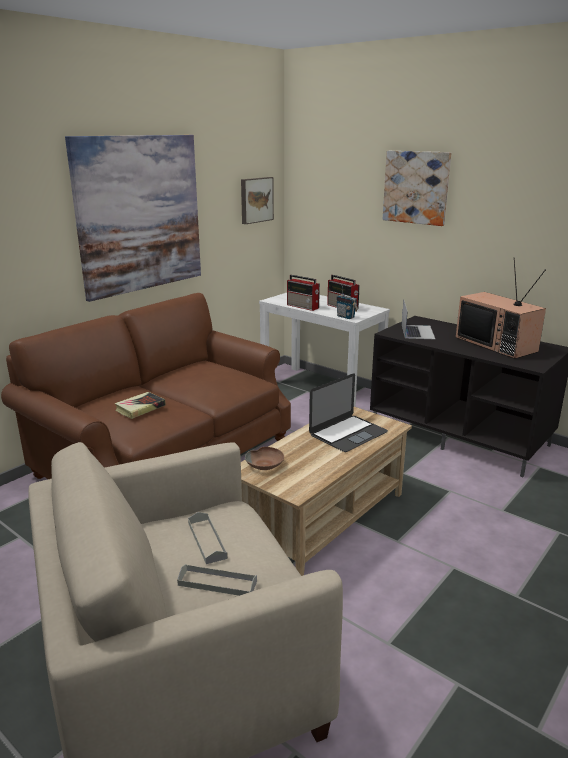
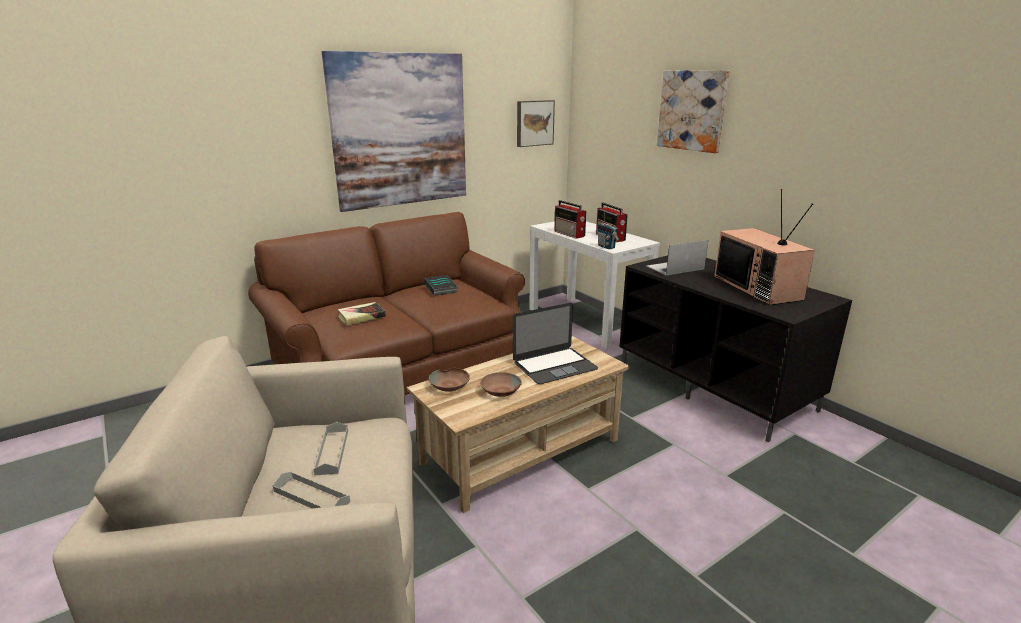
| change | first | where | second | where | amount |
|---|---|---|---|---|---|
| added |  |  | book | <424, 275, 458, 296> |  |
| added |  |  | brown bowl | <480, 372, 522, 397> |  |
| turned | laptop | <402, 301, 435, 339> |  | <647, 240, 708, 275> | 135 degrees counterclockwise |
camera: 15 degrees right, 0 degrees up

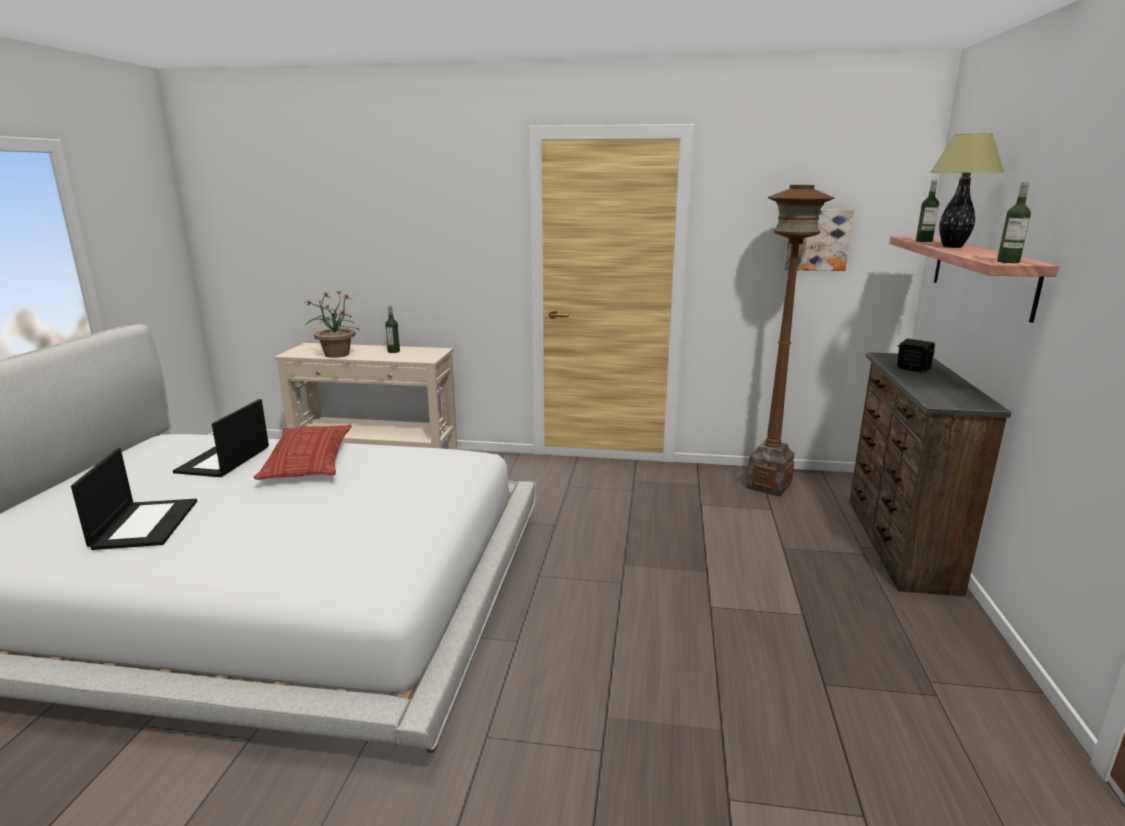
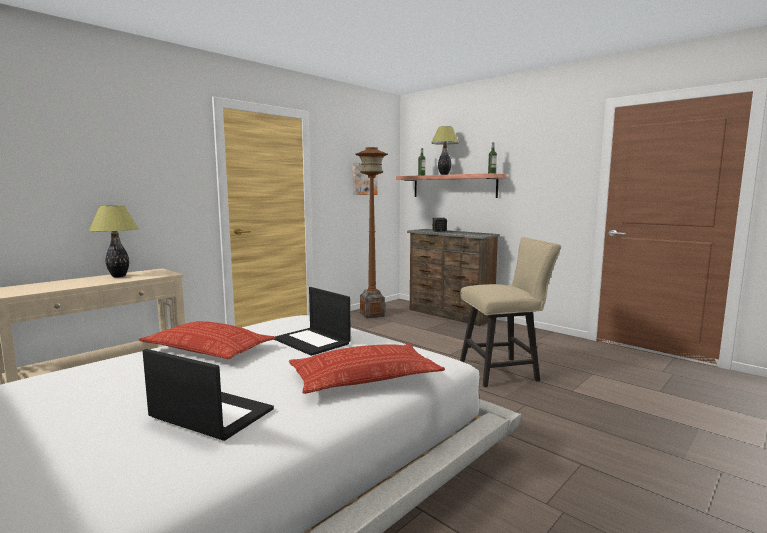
| change | first | where | second | where | amount |
|---|---|---|---|---|---|
| replaced | bottle | <385, 306, 400, 353> | table lamp | <89, 205, 139, 278> |  |
| moved | laptop | <173, 399, 269, 477> |  | <274, 287, 351, 356> |  |
| added |  |  | pillow | <289, 344, 445, 394> |  |
| added |  |  | beige chair | <460, 237, 561, 387> |  |
| removed | potted plant | <304, 291, 359, 358> |  |  |  |
camera: 55 degrees left, 10 degrees down

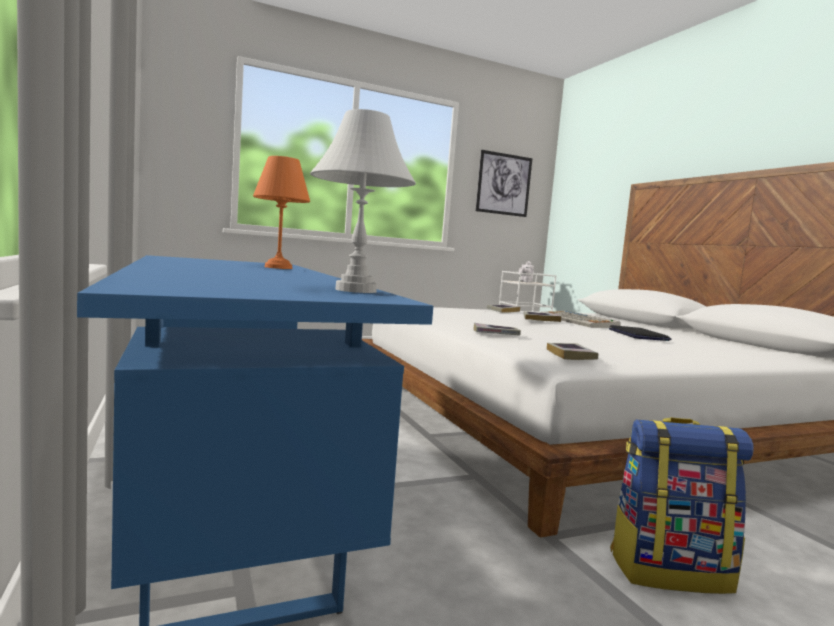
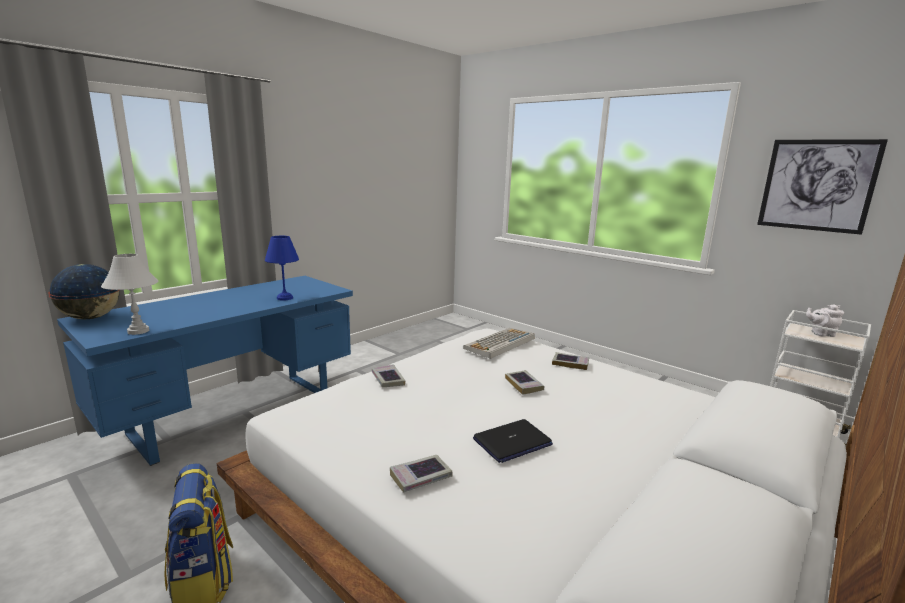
| change | first | where | second | where | amount |
|---|---|---|---|---|---|
| added |  |  | globe | <48, 264, 120, 319> |  |
| recoloured | orange table lamp | <253, 156, 310, 269> | blue table lamp | <265, 236, 299, 301> |  |
| moved | book | <547, 343, 599, 360> |  | <390, 455, 453, 493> |  |
| moved | keyboard | <540, 311, 621, 328> |  | <463, 328, 535, 359> |  |
camera: 65 degrees right, 10 degrees up

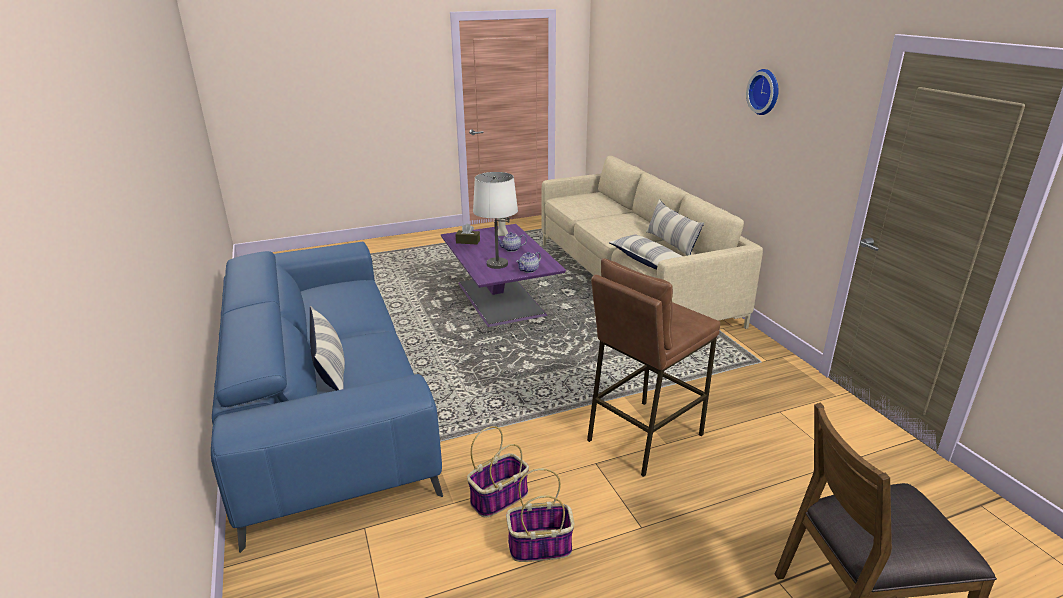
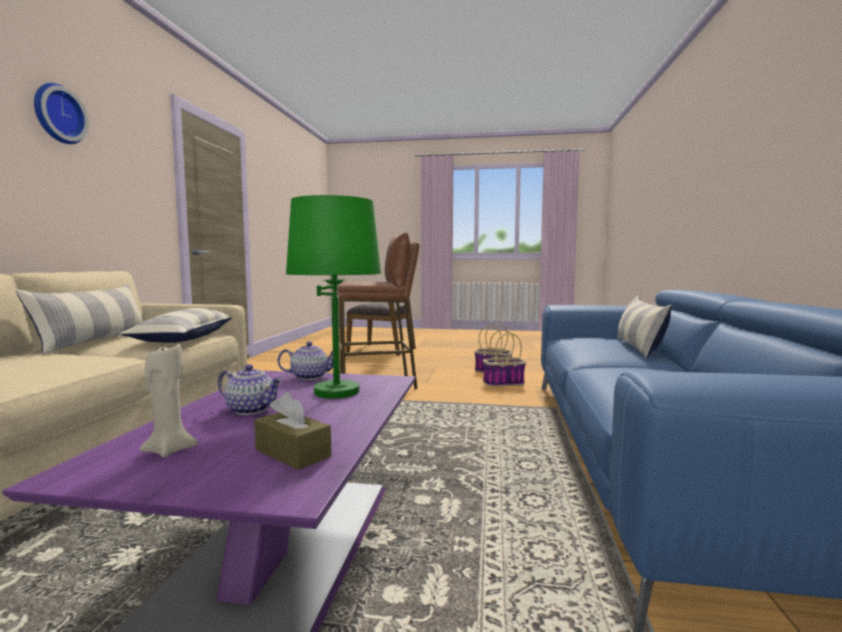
| change | first | where | second | where | amount |
|---|---|---|---|---|---|
| recoloured | white table lamp | <473, 172, 518, 269> | green table lamp | <286, 195, 381, 399> |  |
camera: 150 degrees left, 20 degrees down

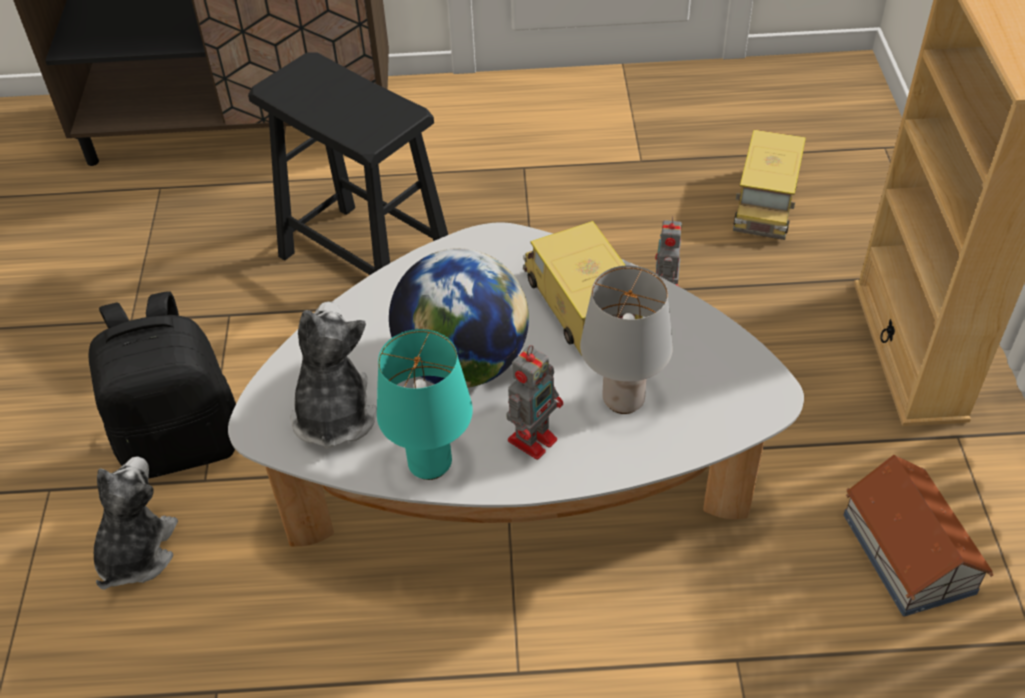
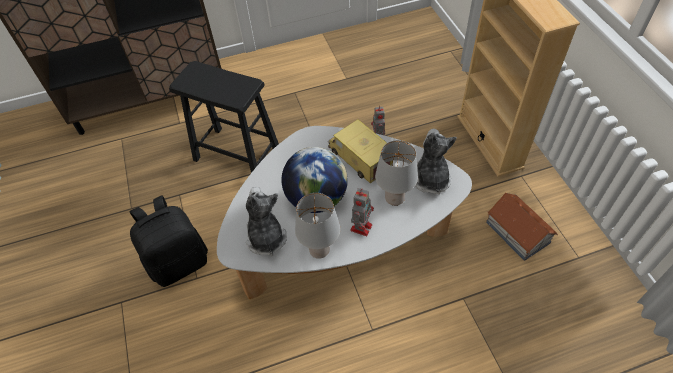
| change | first | where | second | where | amount |
|---|---|---|---|---|---|
| recoloured | turquoise table lamp | <377, 329, 473, 480> | grey table lamp | <295, 193, 340, 259> |  |
| moved | plush toy | <94, 457, 178, 590> |  | <415, 129, 457, 195> |  |
| removed | toy truck | <733, 130, 806, 240> |  |  |  |
camera: 15 degrees left, 5 degrees up

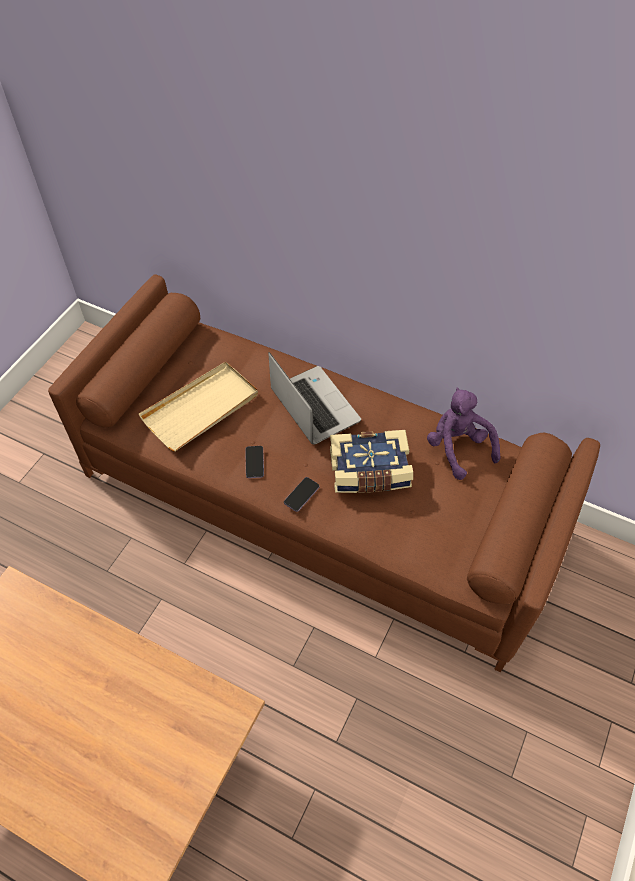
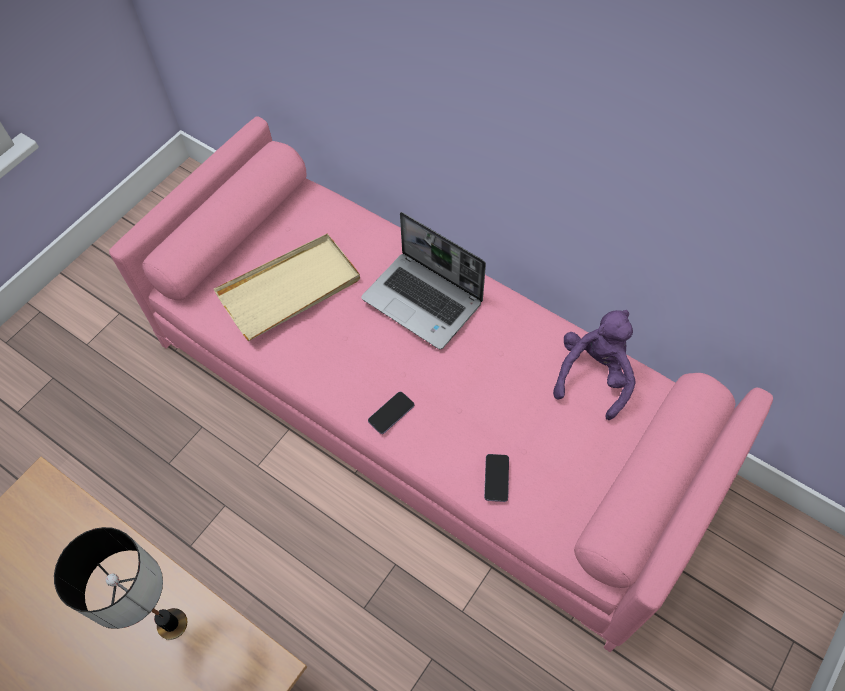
| change | first | where | second | where | amount |
|---|---|---|---|---|---|
| added |  |  | table lamp | <54, 527, 187, 640> |  |
| recoloured | brown sofa | <48, 274, 600, 672> | pink sofa | <109, 116, 773, 652> |  |
| turned | laptop | <268, 352, 361, 445> |  | <361, 212, 486, 350> | 150 degrees clockwise |
| moved | phone | <245, 446, 264, 478> |  | <484, 454, 509, 502> |  |
| turned | purple plush toy | <427, 388, 500, 480> |  | <553, 310, 635, 420> | 45 degrees clockwise |
| removed | book | <330, 430, 413, 493> |  |  |  |
camera: 10 degrees right, 5 degrees up

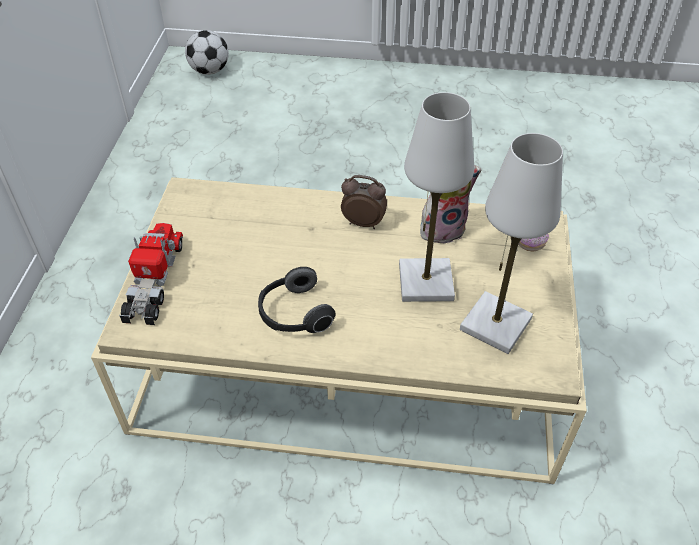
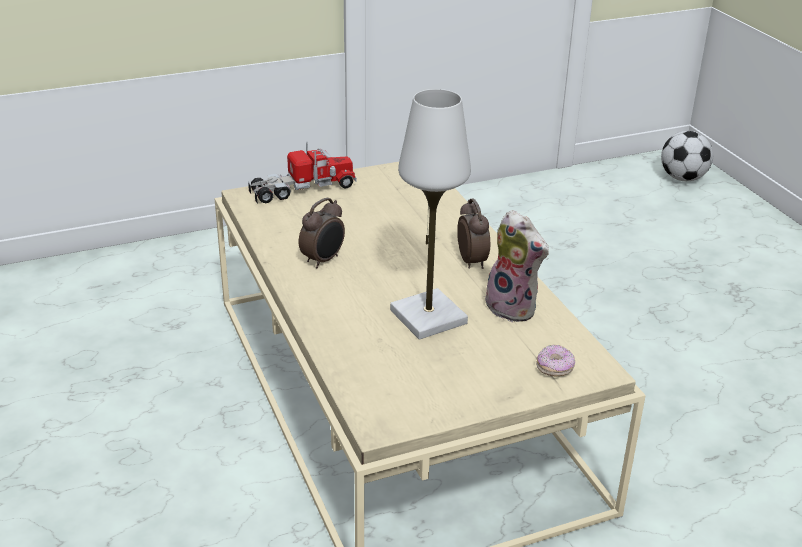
| change | first | where | second | where | amount |
|---|---|---|---|---|---|
| replaced | headphones | <258, 267, 335, 333> | alarm clock | <299, 198, 345, 268> |  |
| removed | white table lamp | <460, 133, 563, 354> |  |  |  |
camera: 60 degrees right, 15 degrees down

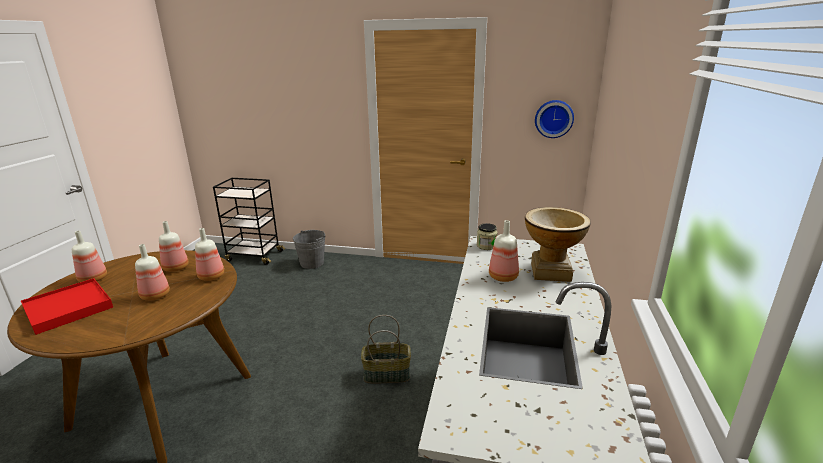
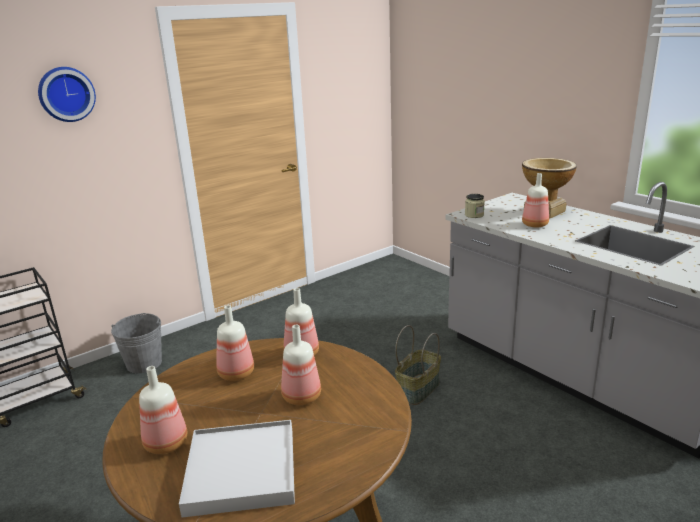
| change | first | where | second | where | amount |
|---|---|---|---|---|---|
| moved | wall clock | <535, 100, 574, 138> |  | <38, 67, 96, 122> |  |
| recoloured | red tray | <21, 278, 113, 335> | white tray | <179, 420, 295, 517> |  |
camera: 50 degrees left, 0 degrees up

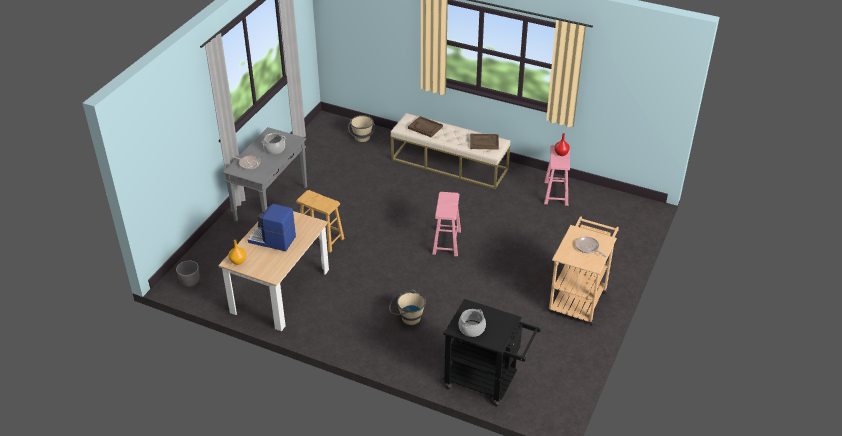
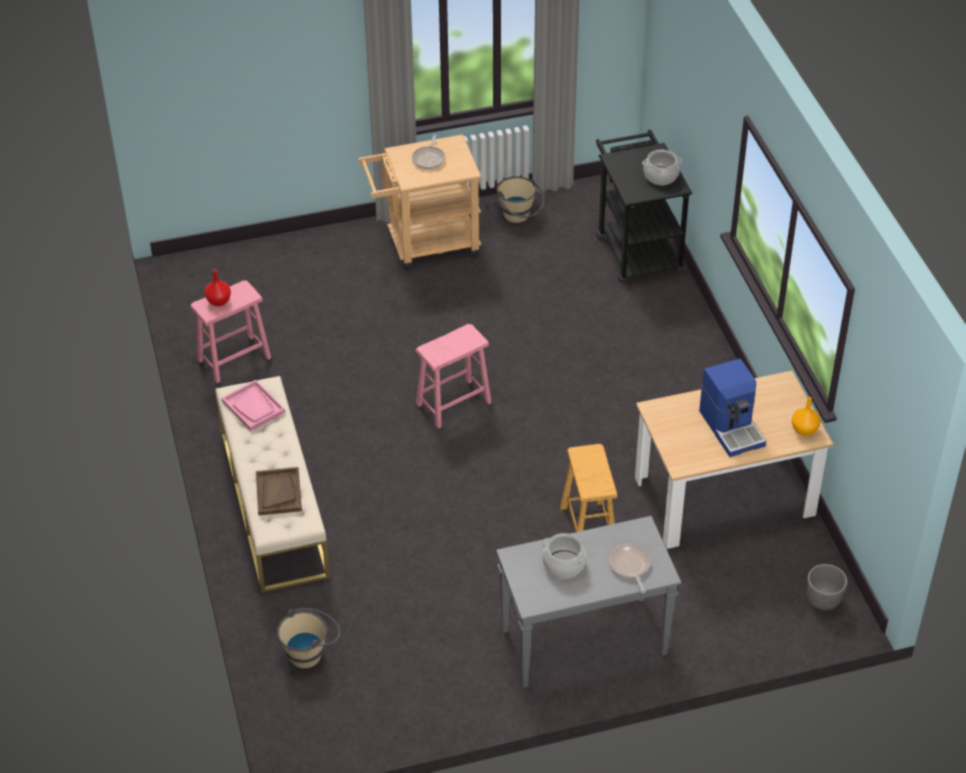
| change | first | where | second | where | amount |
|---|---|---|---|---|---|
| recoloured | brown tray | <470, 134, 499, 150> | pink tray | <221, 380, 285, 431> |  |
| moved | beige bucket | <389, 289, 426, 325> |  | <497, 176, 545, 223> |  |
camera: 130 degrees left, 5 degrees up

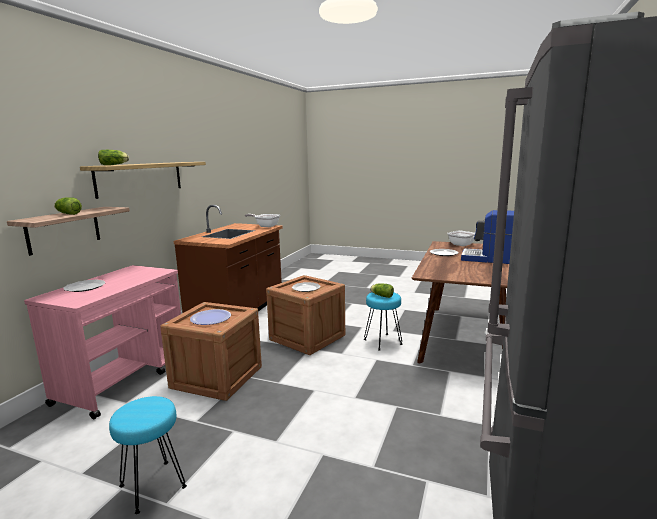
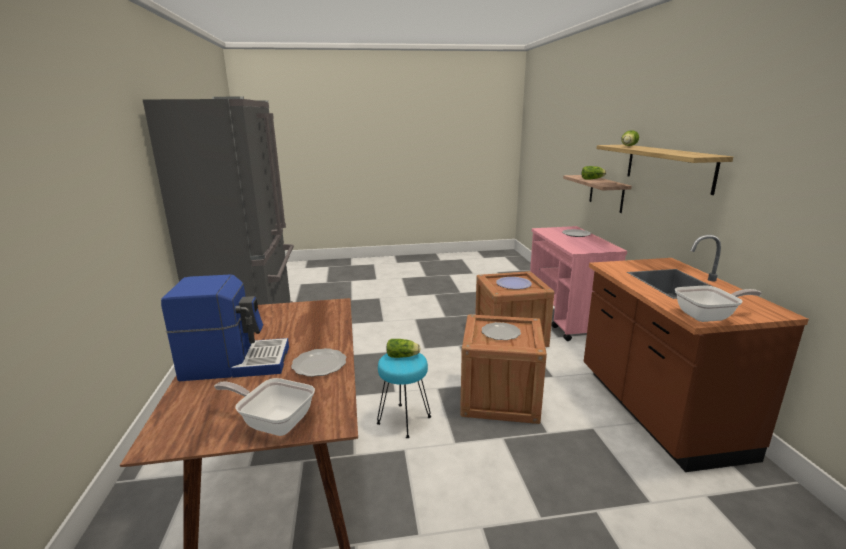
| change | first | where | second | where | amount |
|---|---|---|---|---|---|
| removed | turquoise stool | <109, 396, 187, 514> |  |  |  |
camera: 150 degrees right, 5 degrees up

